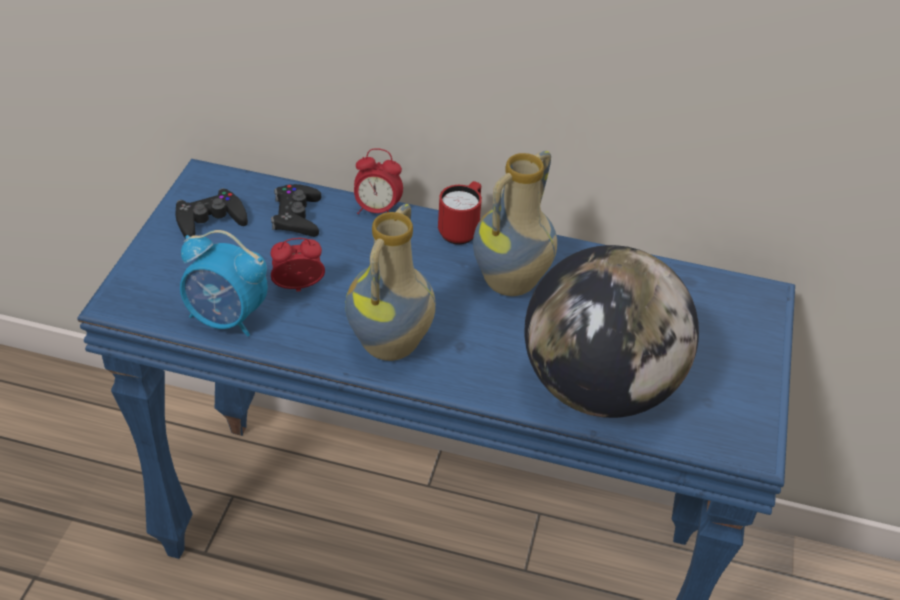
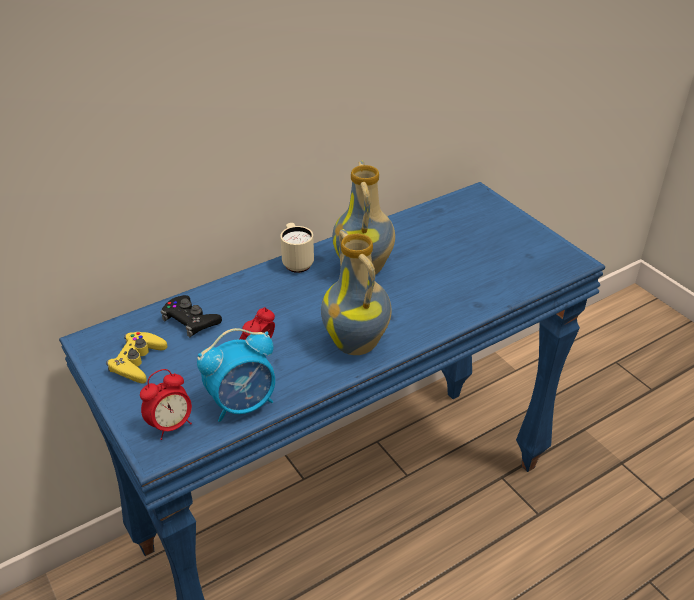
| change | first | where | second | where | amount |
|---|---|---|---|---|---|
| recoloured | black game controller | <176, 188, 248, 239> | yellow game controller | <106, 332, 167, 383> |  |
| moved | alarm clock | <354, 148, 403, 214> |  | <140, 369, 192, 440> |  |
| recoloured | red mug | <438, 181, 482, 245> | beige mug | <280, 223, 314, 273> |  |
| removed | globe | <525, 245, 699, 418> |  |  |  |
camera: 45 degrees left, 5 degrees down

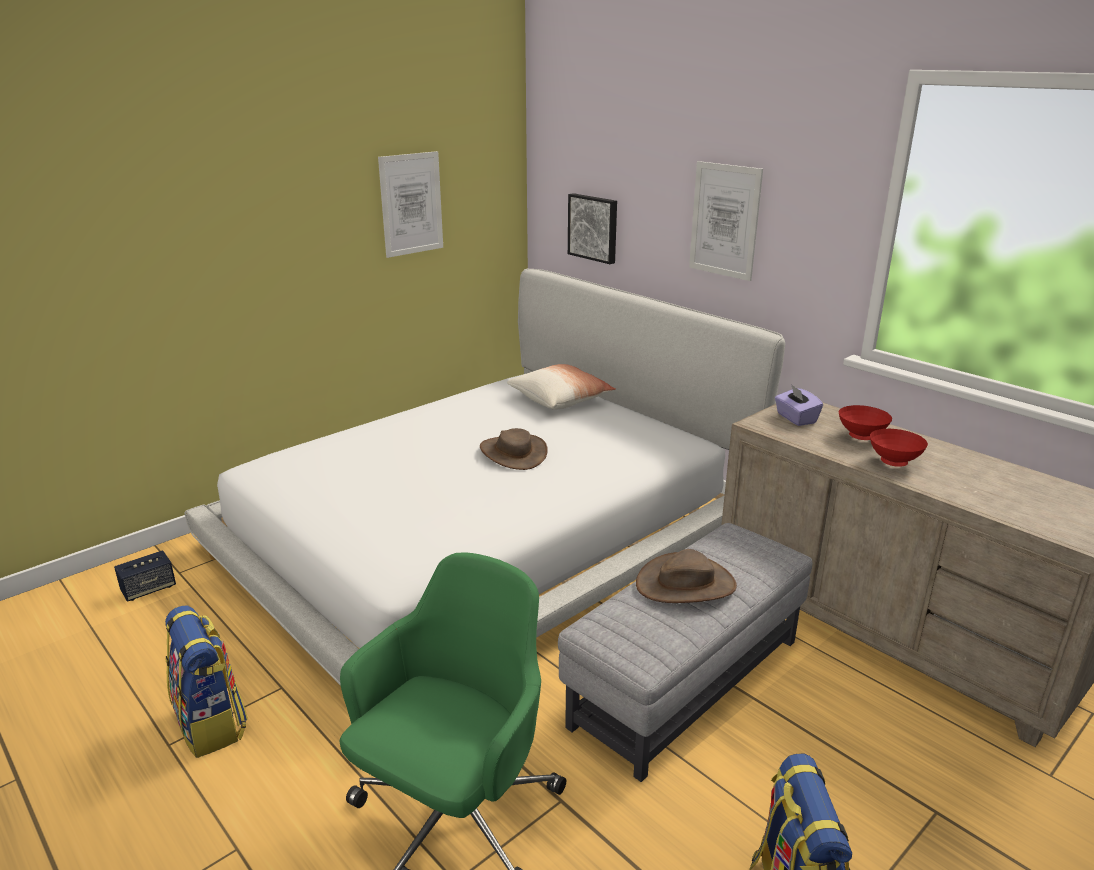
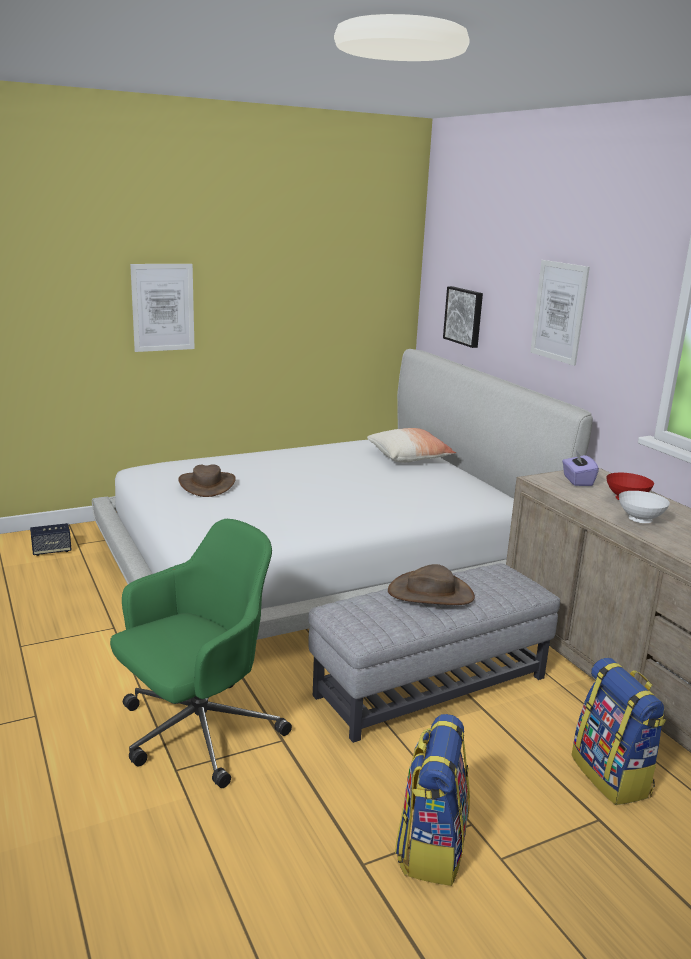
| change | first | where | second | where | amount |
|---|---|---|---|---|---|
| moved | picture | <378, 151, 443, 258> |  | <130, 264, 195, 352> |  |
| moved | brown hat | <480, 428, 548, 470> |  | <178, 464, 236, 497> |  |
| moved | backpack | <165, 605, 248, 758> |  | <572, 658, 666, 805> |  |
| recoloured | red bowl | <870, 429, 928, 467> | white bowl | <619, 491, 670, 523> |  |
camera: 15 degrees right, 5 degrees down

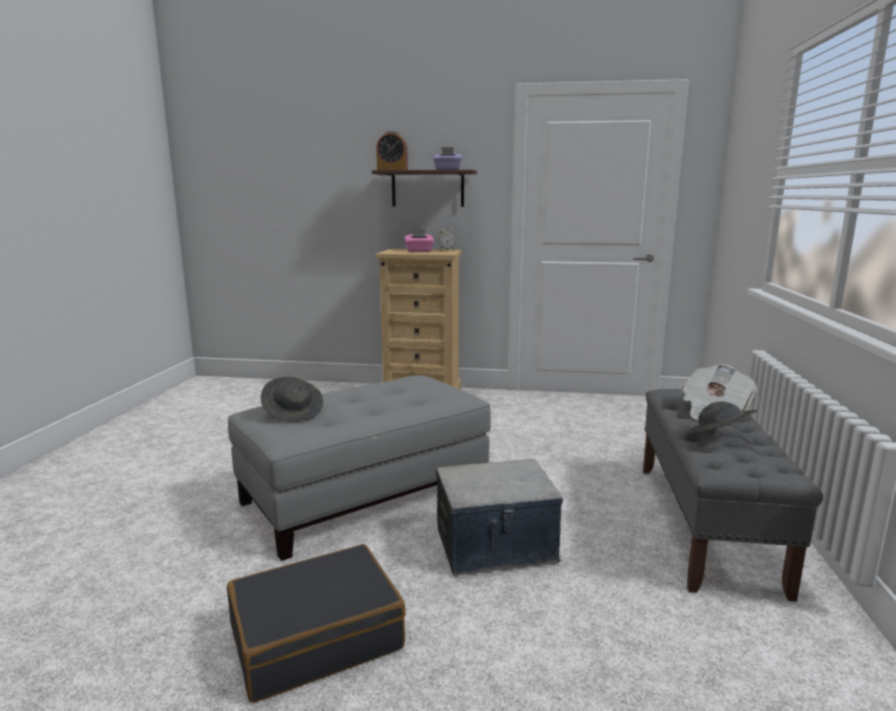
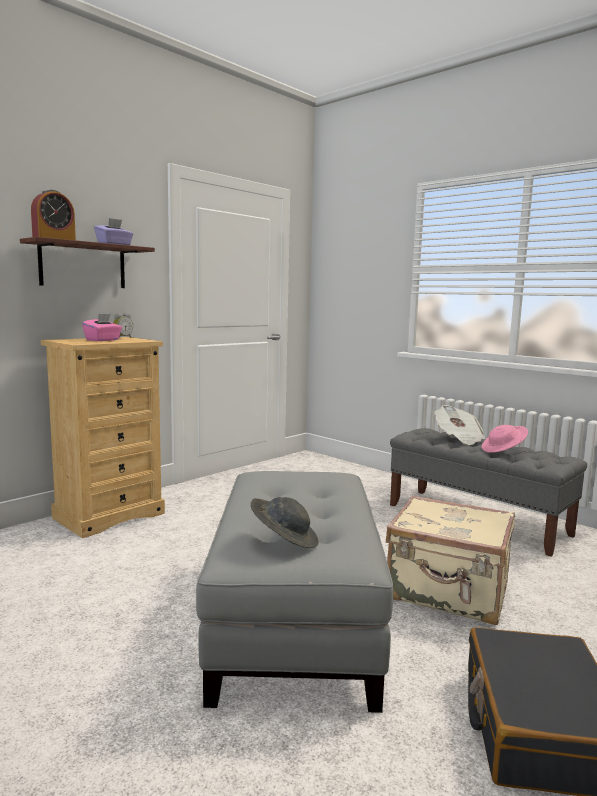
| change | first | where | second | where | amount |
|---|---|---|---|---|---|
| replaced | storage box | <436, 459, 563, 576> | beige suitcase | <386, 495, 515, 625> |  |
| recoloured | grey hat | <687, 402, 757, 433> | pink hat | <482, 425, 528, 453> |  |
camera: 55 degrees left, 5 degrees down

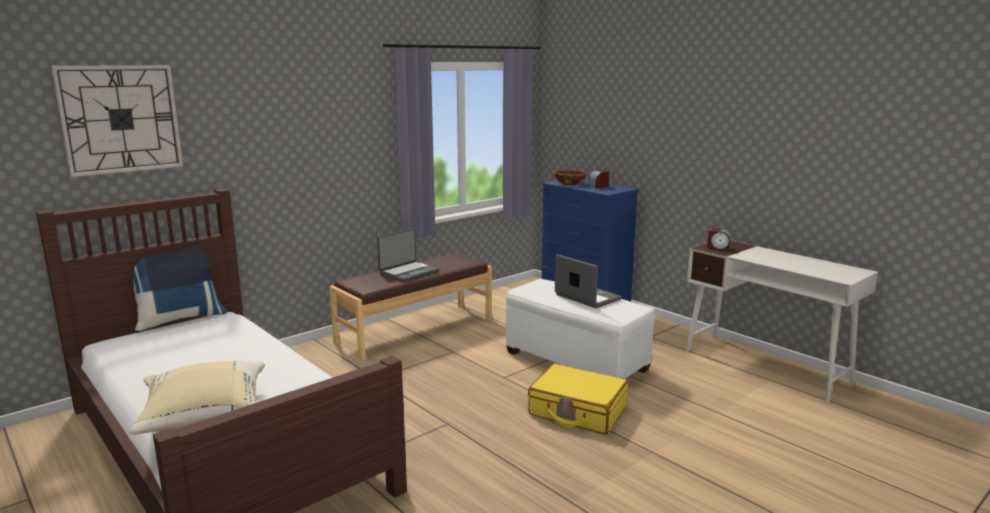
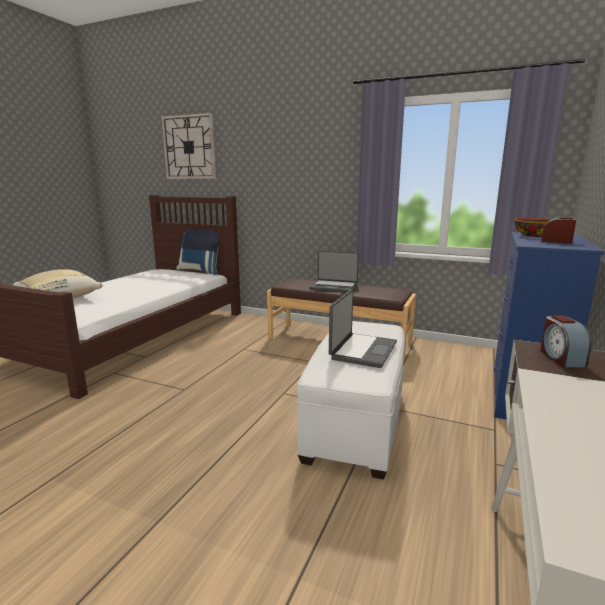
| change | first | where | second | where | amount |
|---|---|---|---|---|---|
| removed | yellow suitcase | <528, 364, 628, 434> |  |  |  |
camera: 65 degrees right, 0 degrees up

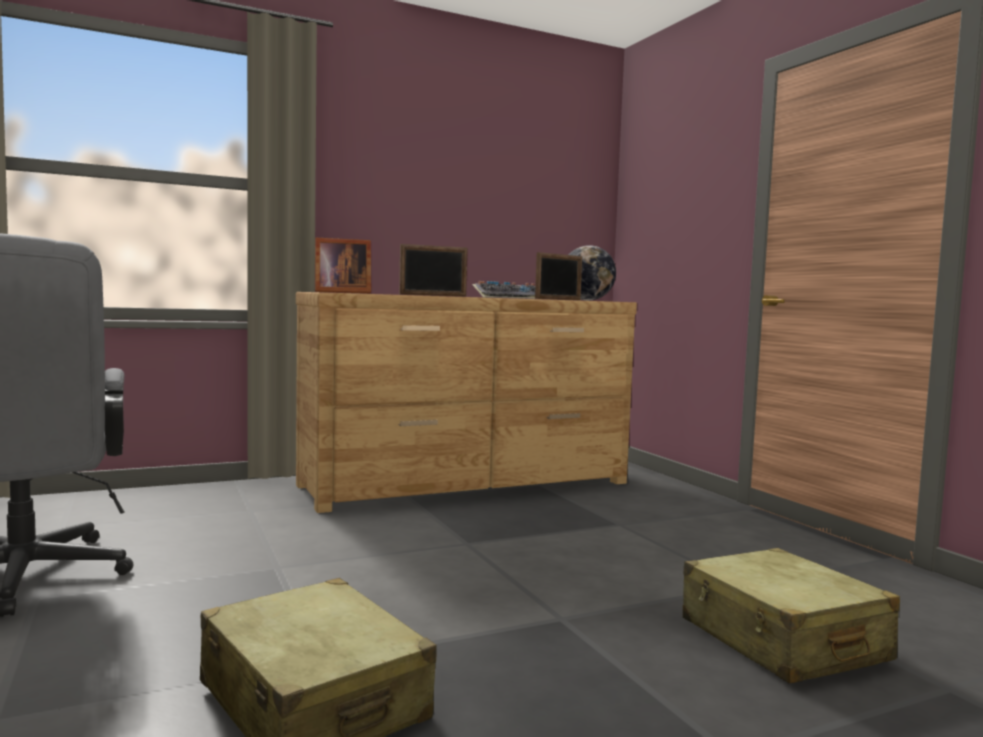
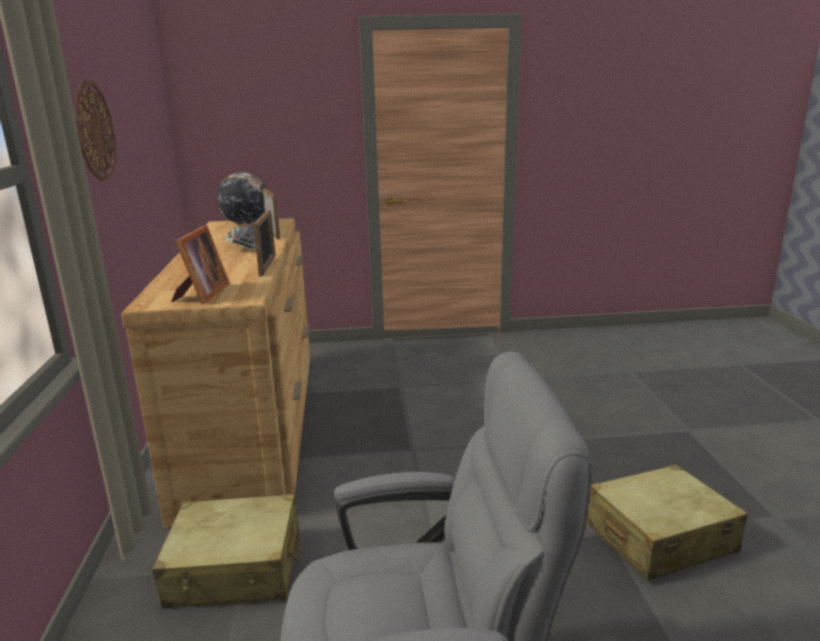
| change | first | where | second | where | amount |
|---|---|---|---|---|---|
| added |  |  | wall clock | <75, 81, 116, 181> |  |
| moved | beige suitcase | <683, 548, 900, 684> |  | <152, 494, 301, 609> |  |
camera: 70 degrees left, 15 degrees up

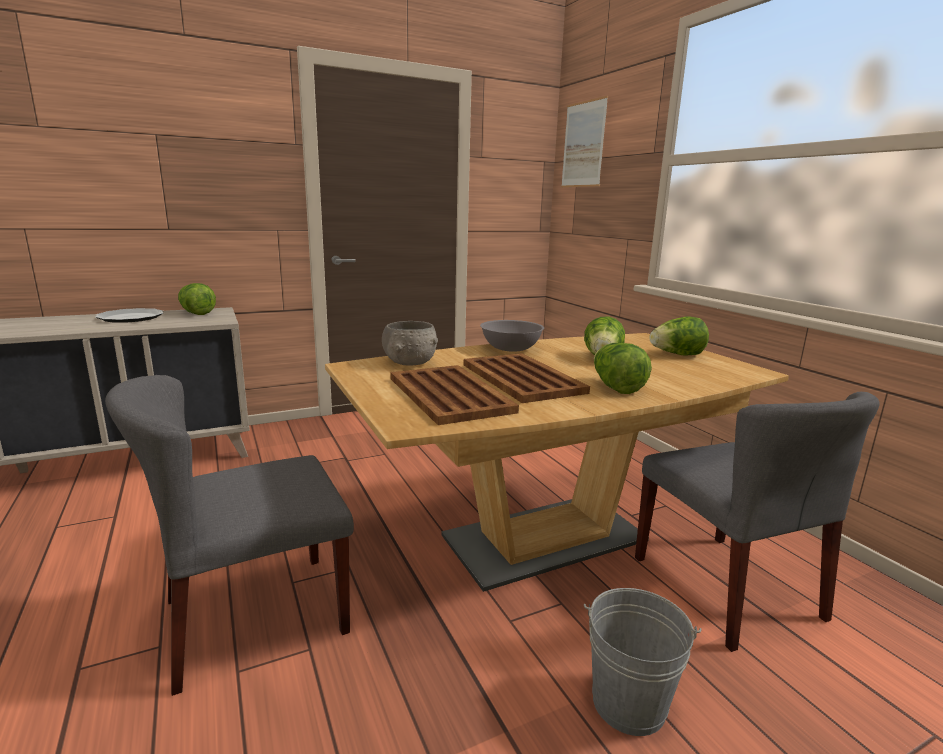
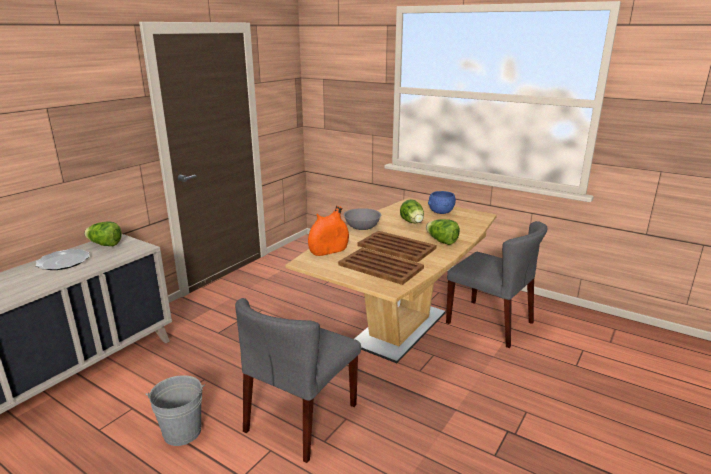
| change | first | where | second | where | amount |
|---|---|---|---|---|---|
| moved | grey bucket | <584, 588, 701, 736> |  | <146, 375, 205, 446> |  |
| replaced | grey bowl | <382, 321, 438, 365> | orange vase | <308, 206, 349, 256> |  |
| replaced | lettuce | <649, 316, 709, 356> | blue bowl | <428, 191, 456, 214> |  |
| removed | picture | <561, 96, 608, 187> |  |  |  |
camera: 30 degrees left, 5 degrees up

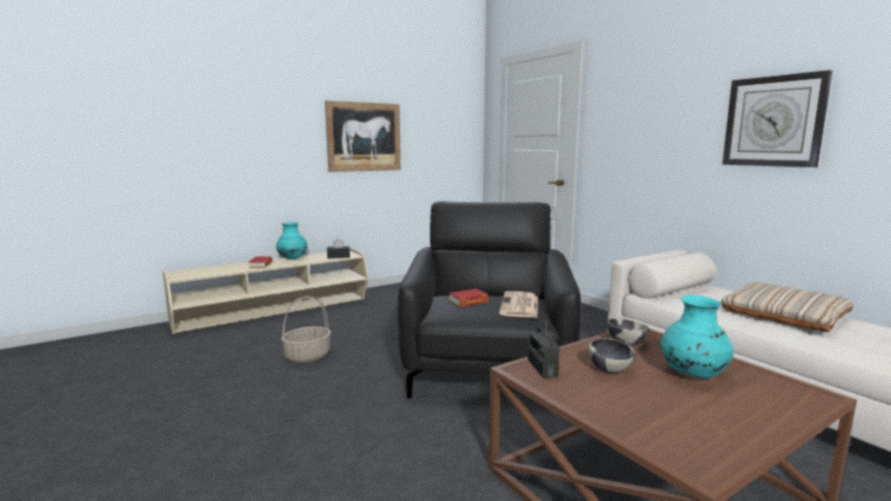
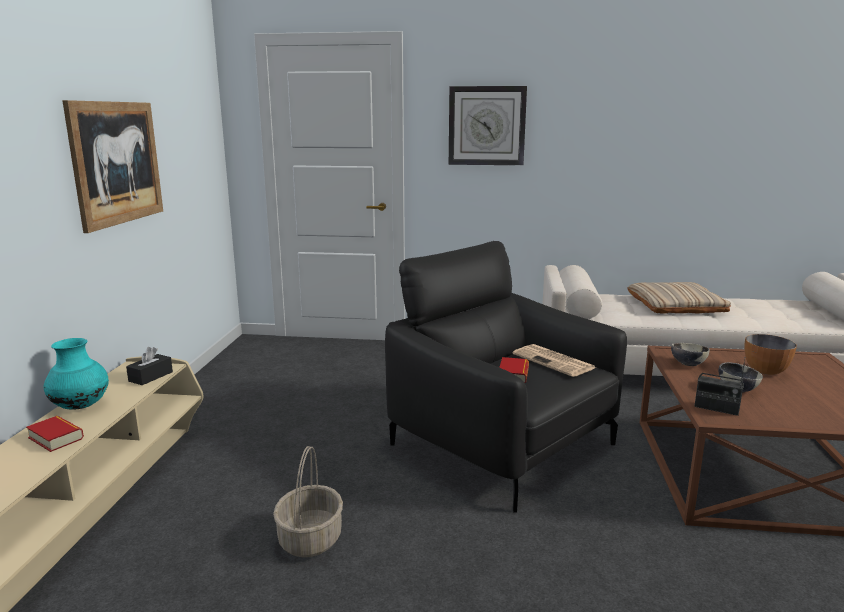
| change | first | where | second | where | amount |
|---|---|---|---|---|---|
| moved | wall clock | <722, 70, 832, 168> |  | <449, 86, 527, 165> |  |
| replaced | turquoise vase | <661, 295, 733, 379> | bowl | <745, 334, 797, 375> |  |
camera: 50 degrees left, 5 degrees up

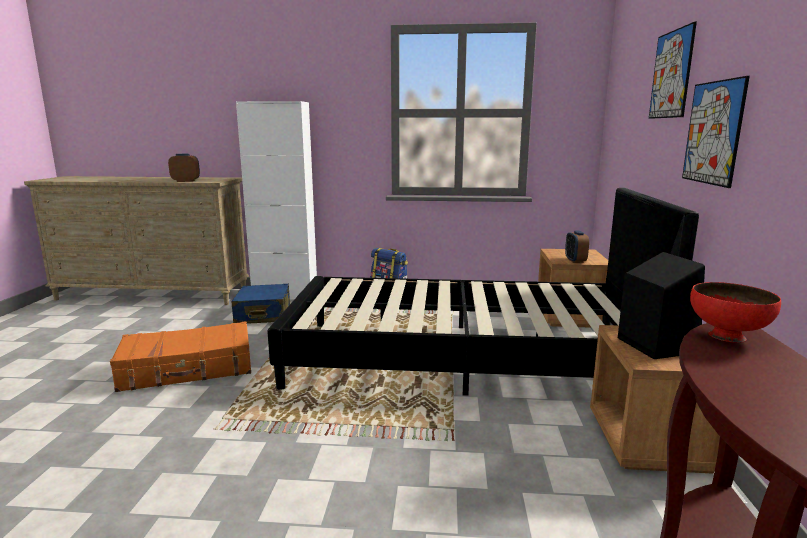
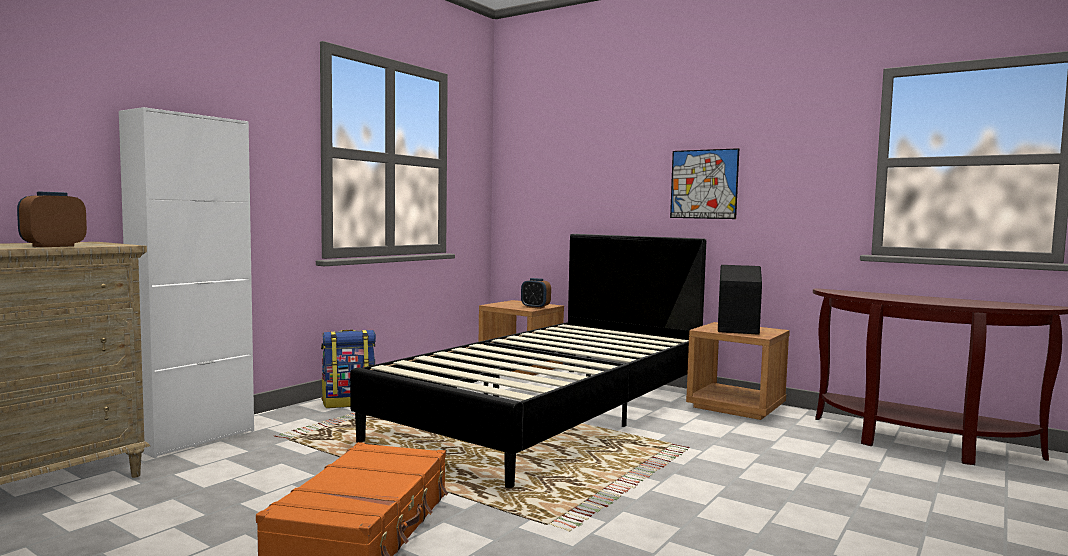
| change | first | where | second | where | amount |
|---|---|---|---|---|---|
| removed | blue suitcase | <231, 284, 290, 324> |  |  |  |
| removed | picture | <649, 22, 697, 119> |  |  |  |
| removed | red bowl | <690, 282, 781, 343> |  |  |  |
camera: 60 degrees left, 10 degrees down

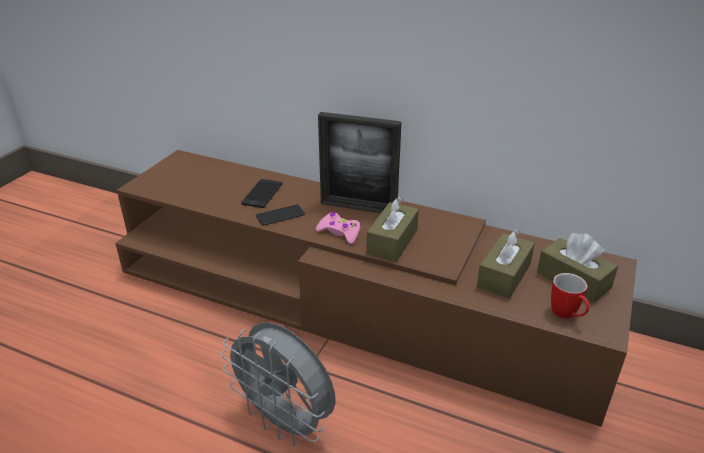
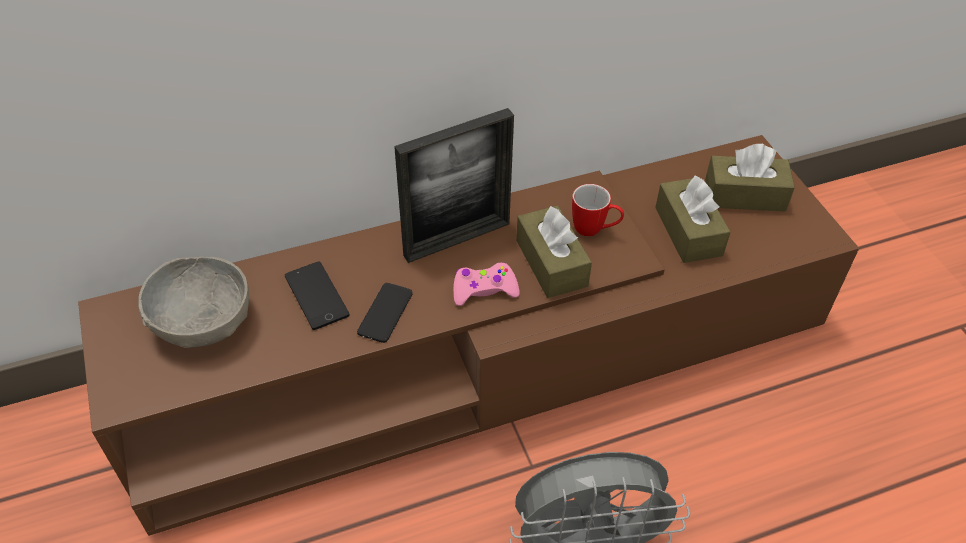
| change | first | where | second | where | amount |
|---|---|---|---|---|---|
| added |  |  | grey bowl | <138, 256, 249, 348> |  |
| moved | mug | <551, 273, 590, 319> |  | <572, 184, 624, 237> |  |
camera: 45 degrees left, 15 degrees up

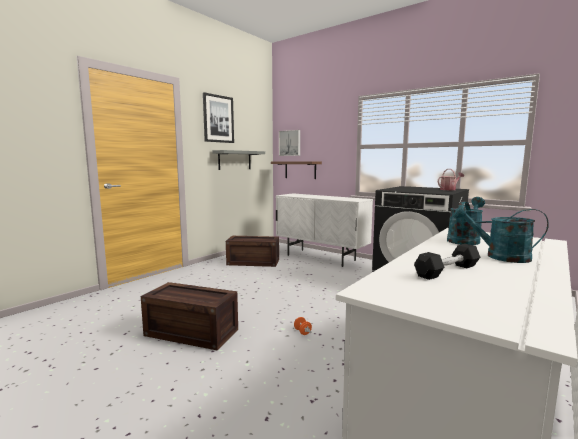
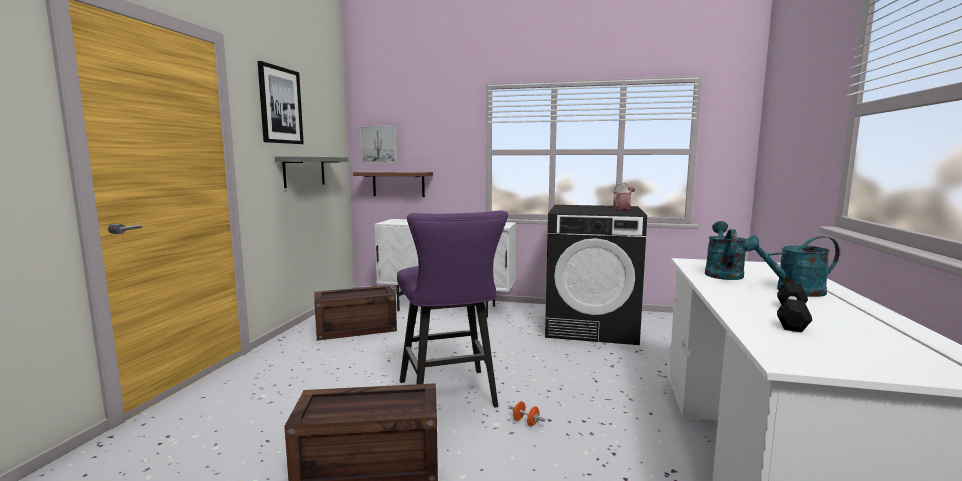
| change | first | where | second | where | amount |
|---|---|---|---|---|---|
| added |  |  | purple stool | <397, 210, 508, 408> |  |
camera: 25 degrees left, 0 degrees up

